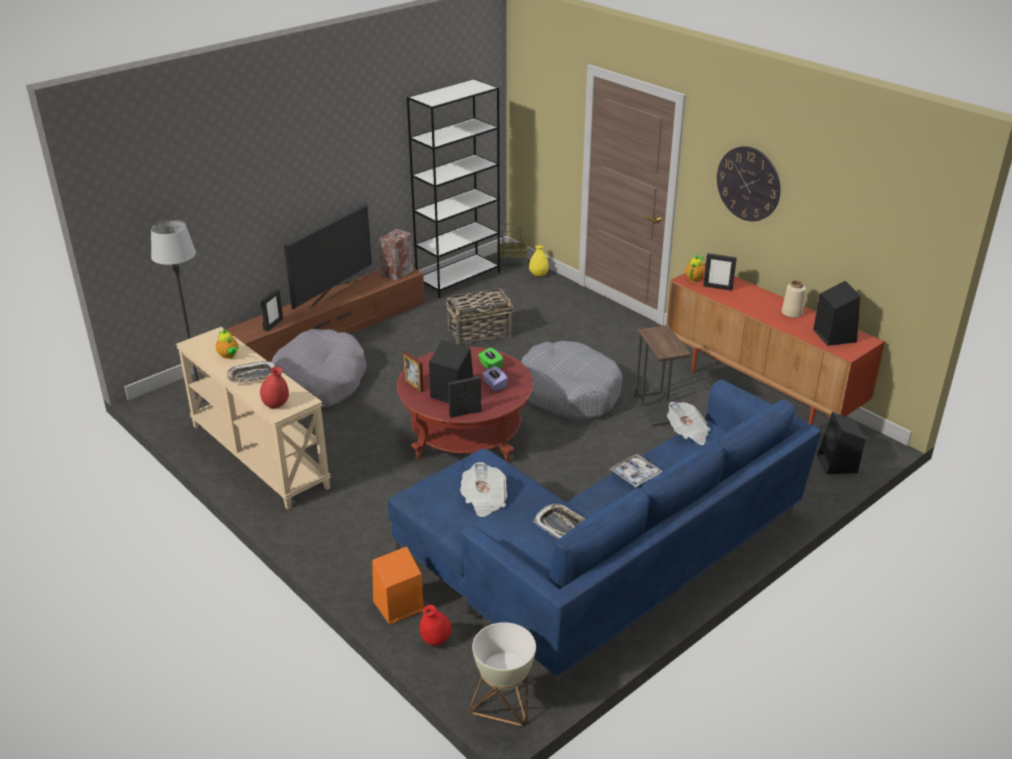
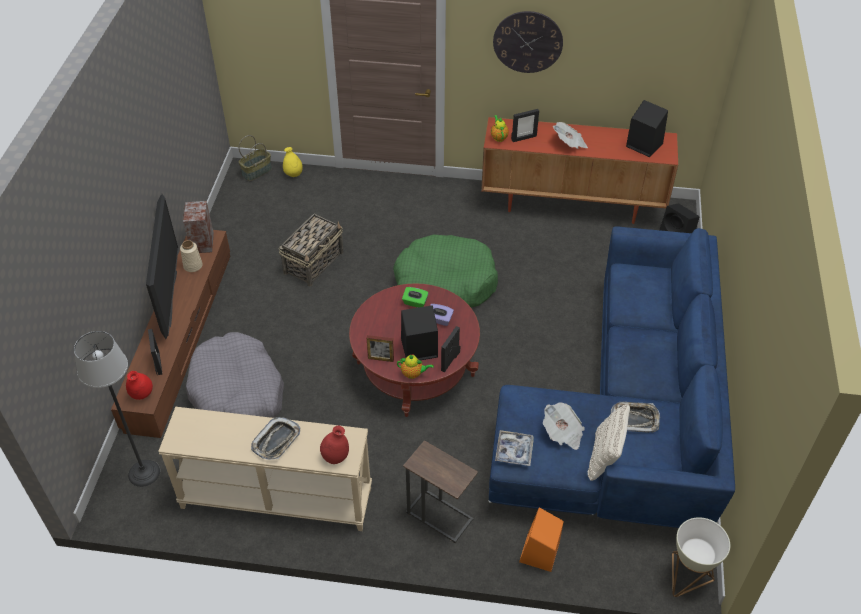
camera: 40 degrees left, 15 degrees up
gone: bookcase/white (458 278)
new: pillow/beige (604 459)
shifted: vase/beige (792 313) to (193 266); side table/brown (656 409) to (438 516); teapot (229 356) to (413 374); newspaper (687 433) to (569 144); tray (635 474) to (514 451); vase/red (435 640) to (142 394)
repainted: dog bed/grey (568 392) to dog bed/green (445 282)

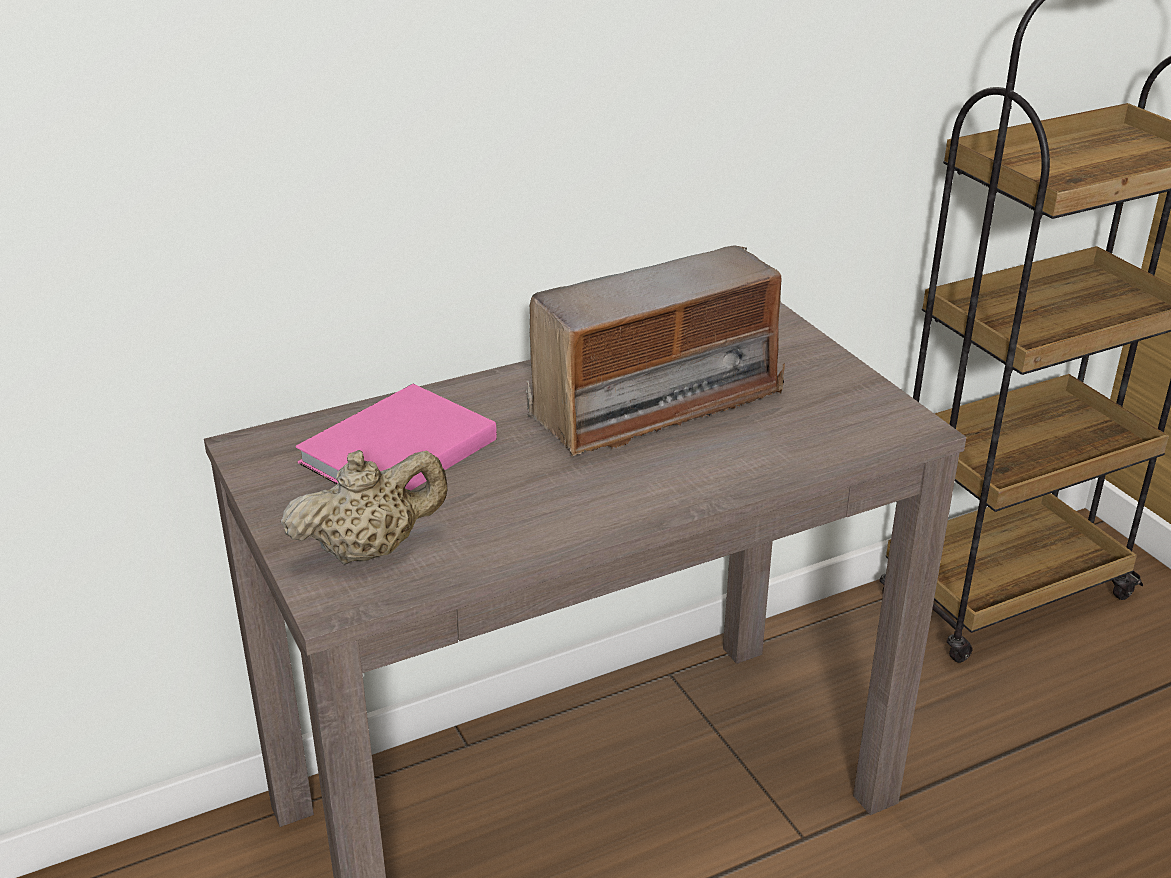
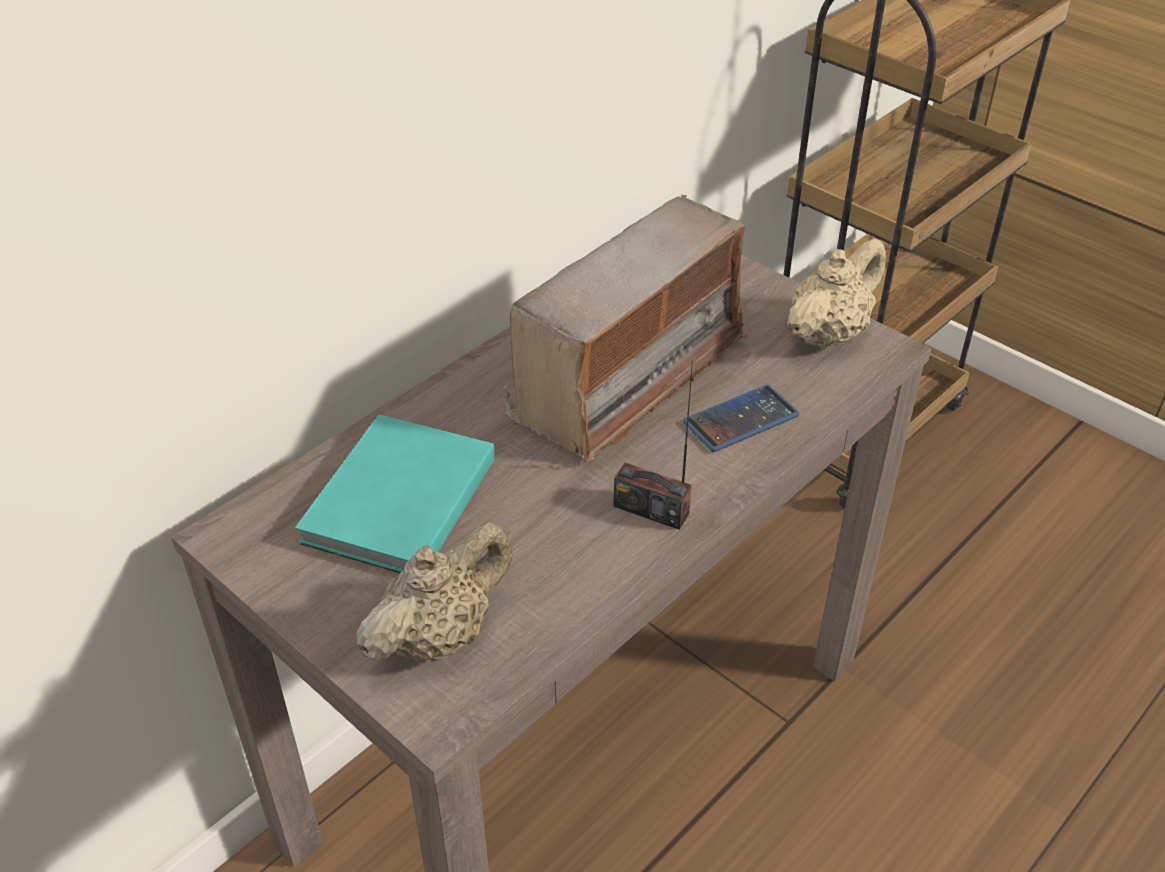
camera: 20 degrees left, 10 degrees up
new: teapot/beige (828 334); radio (651 509); phone (741 419)
repainted: book/pink (393 452) to book/turquoise (394 503)

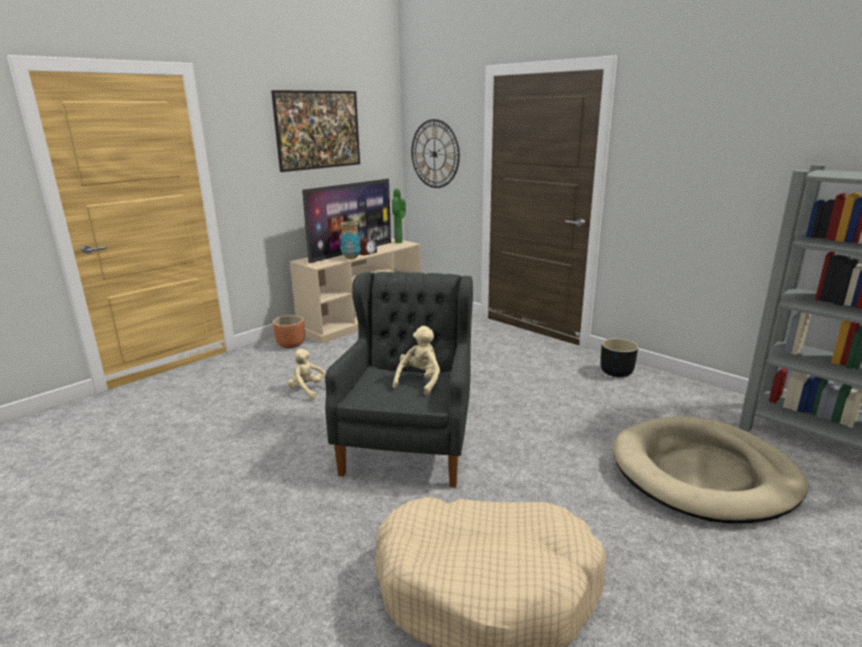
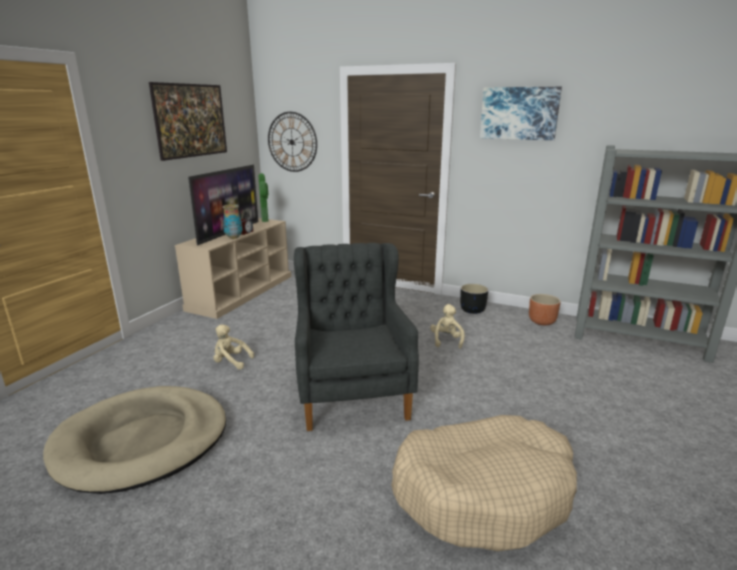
camera: 20 degrees left, 0 degrees up
new: picture (519 113)
shifted: planter/brown (290 345) to (541 322); plush toy/beige (419 381) to (446 340); dog bed/beige (703 474) to (142 441)

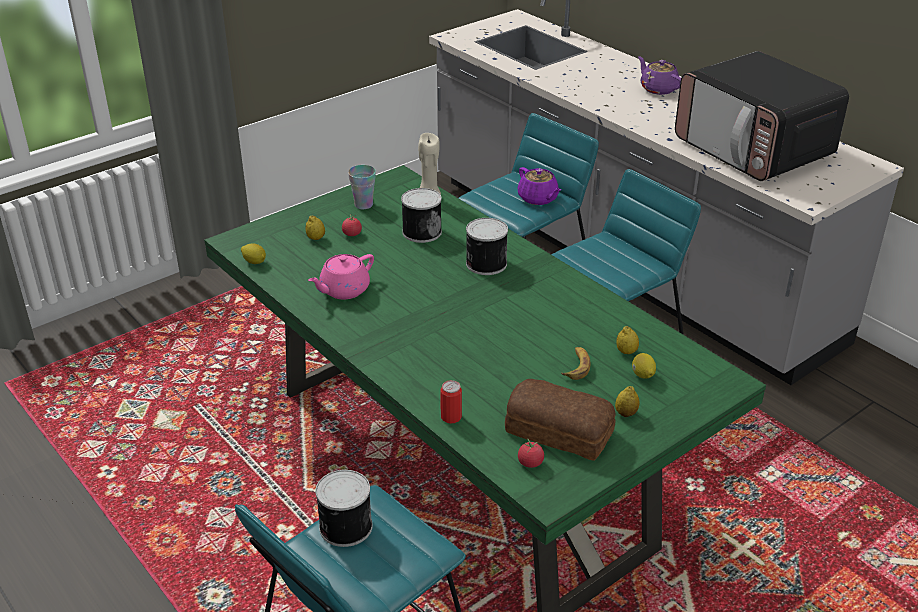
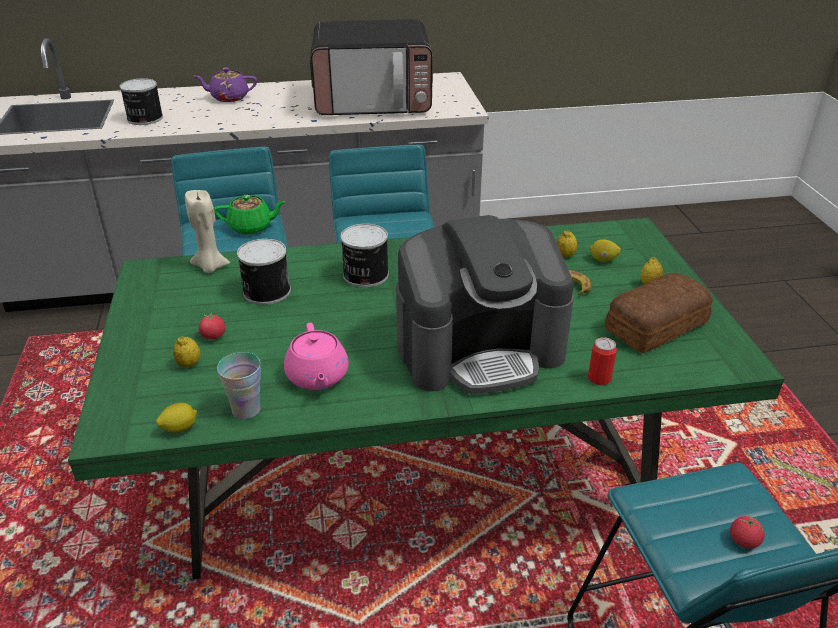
camera: 60 degrees left, 0 degrees up
new: coffee machine (480 349)
shifted: cup (363 205) to (246 410); tomato (530 463) to (744 541); can (344 526) to (144 119)
repainted: teapot/purple (538 198) to teapot/green (251 227)

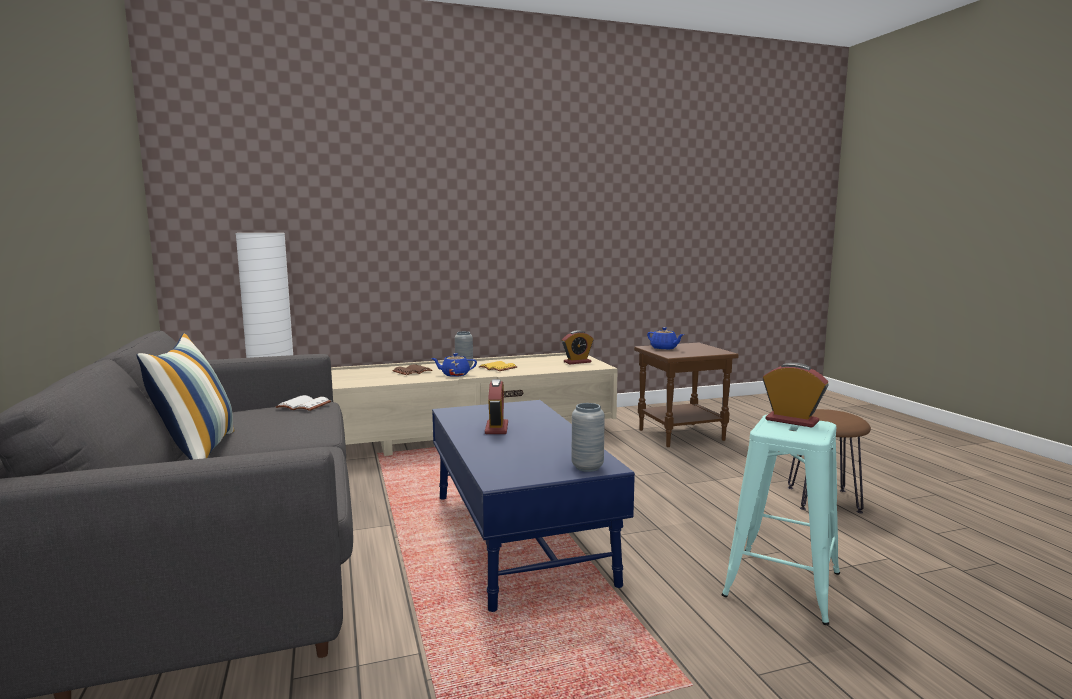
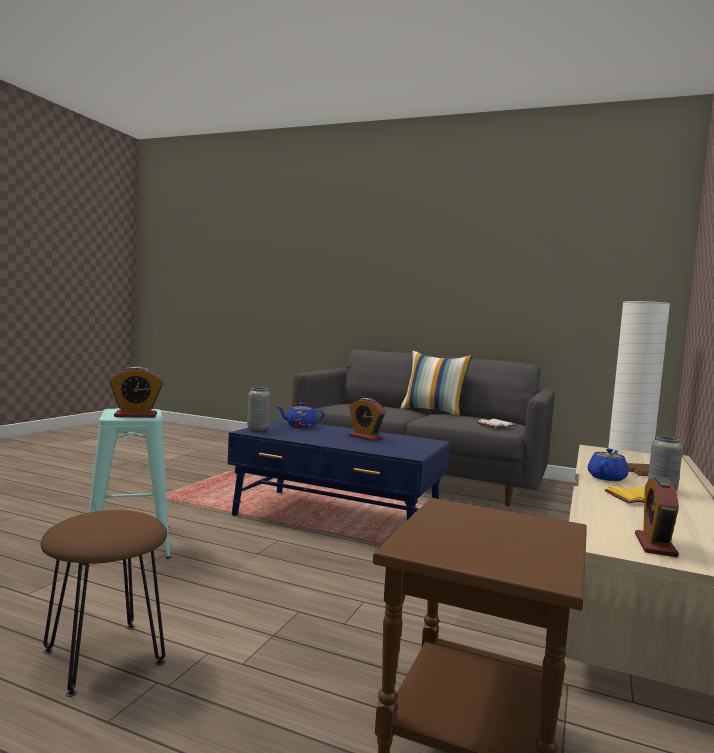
camera: 130 degrees right, 5 degrees down
shifted: teapot/blue (664 348) to (300 426)

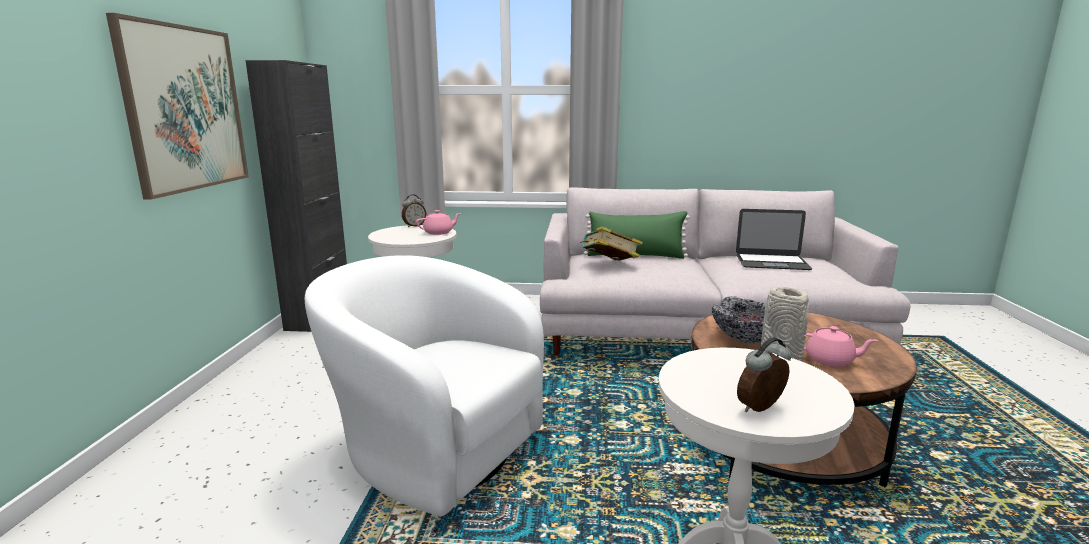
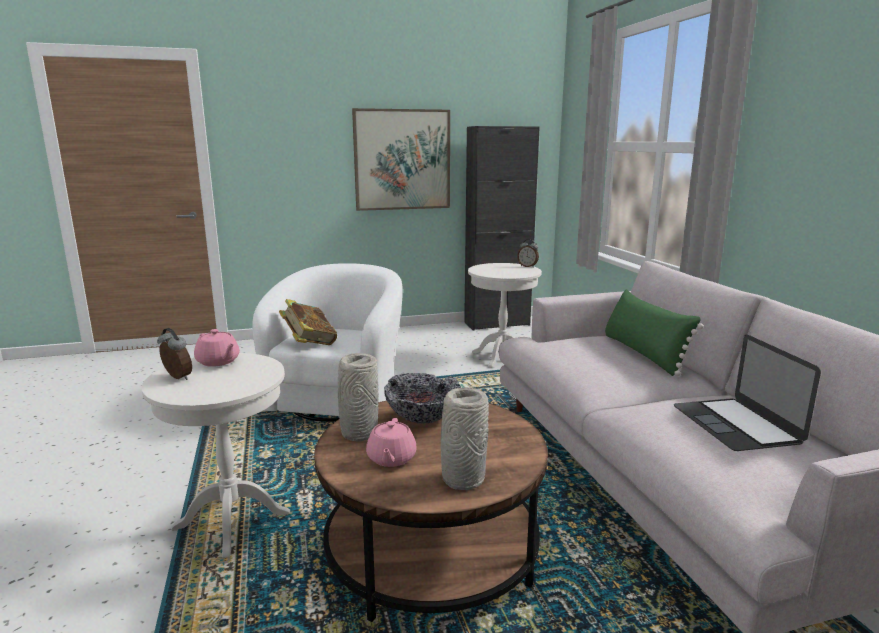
camera: 70 degrees right, 0 degrees up
new: vase/grey (462 479)
shifted: teapot/pink (439 232) to (218 362); book (609 265) to (309 343)

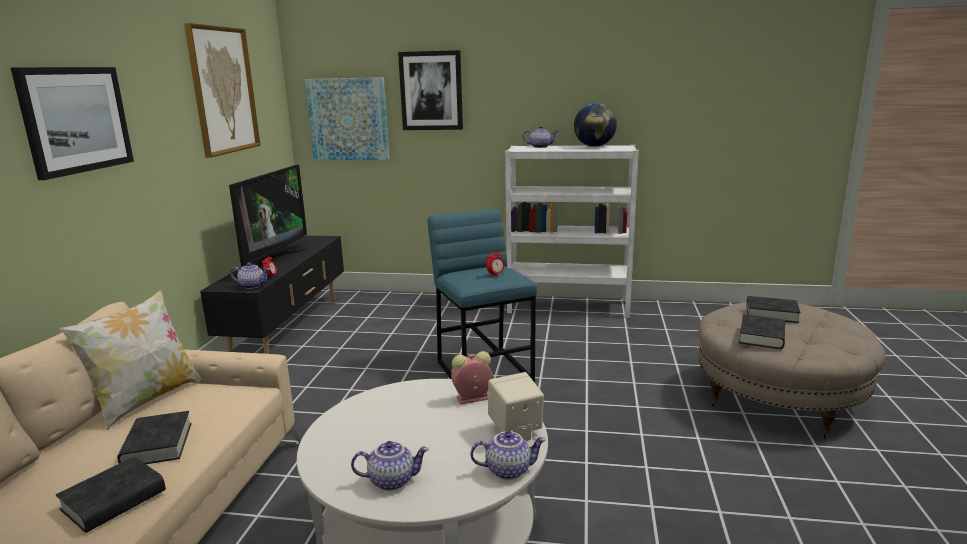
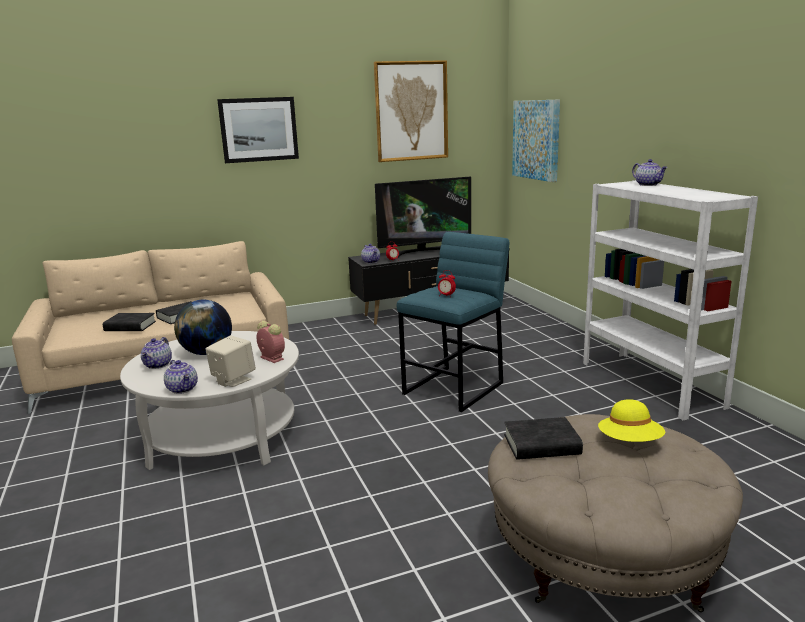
camera: 60 degrees right, 0 degrees up
gone: picture (431 91); pillow (146 400)
shifted: globe (594 146) to (207 353)
swapped: book/black (771 313) to hat/yellow (630 442)
rotated: teapot (392 480) = (158 365) 45 degrees clockwise

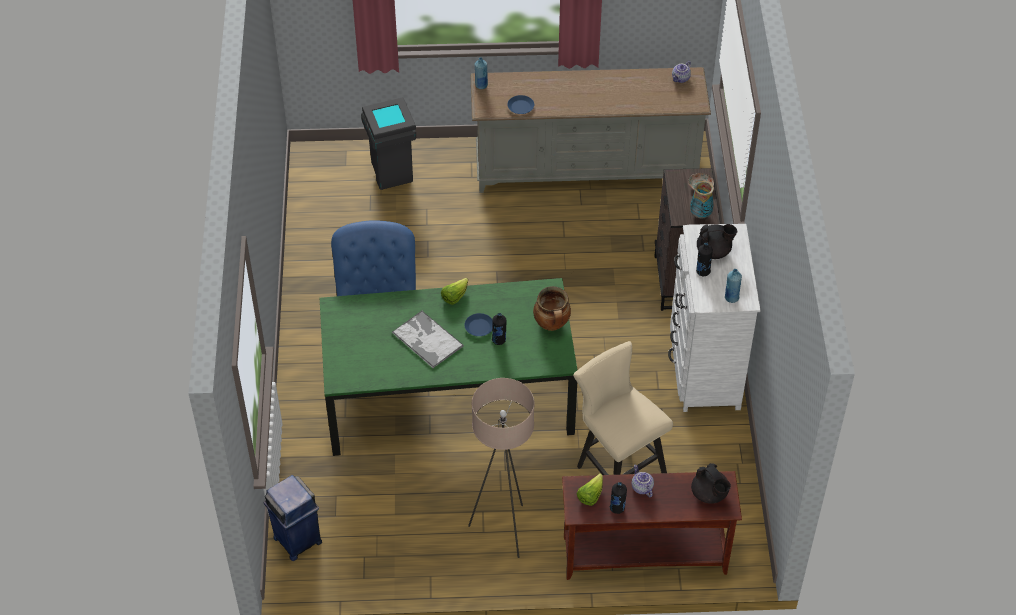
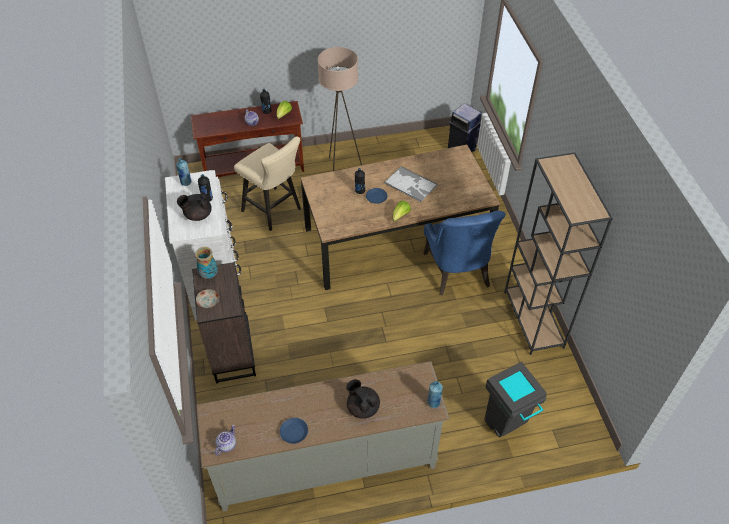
camera: 170 degrees right, 0 degrees up
gone: cooking pot (552 324)
new: bookcase (534 320)
shifted: plate/blue (520 107) to (294 432); teapot/black (709 494) to (362 407)
repainted: dining table/green (450 397) to dining table/brown (395 240)

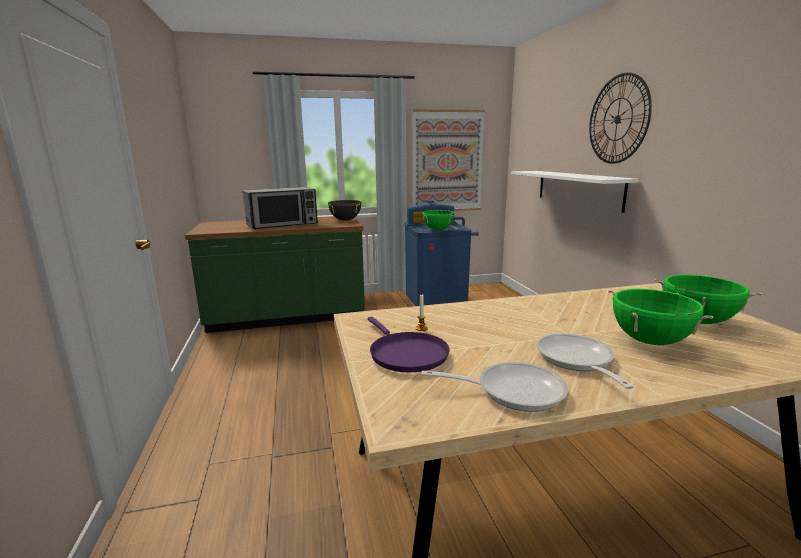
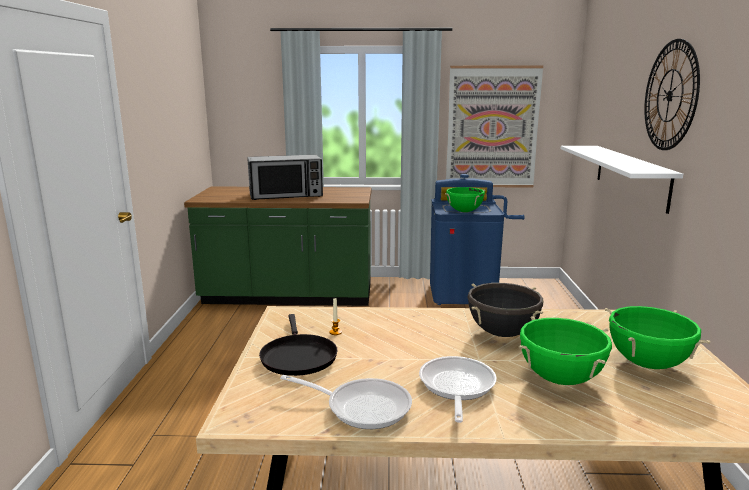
camera: 15 degrees right, 0 degrees up
shifted: cooking pot/black (345 220) to (502 333)
repainted: frying pan/purple (406 354) to frying pan/black (298 356)

